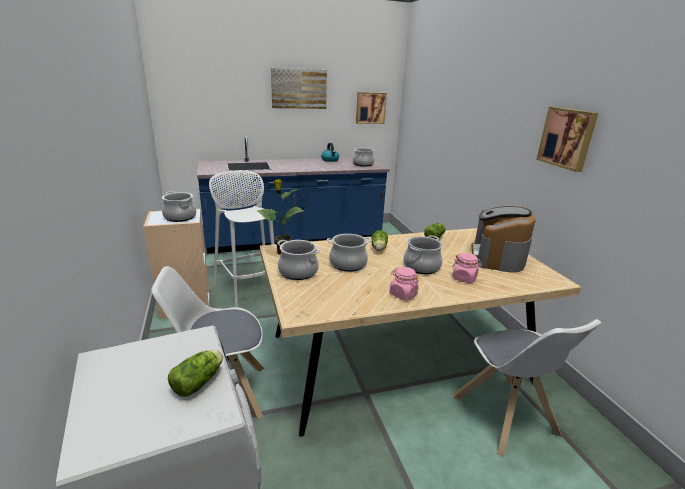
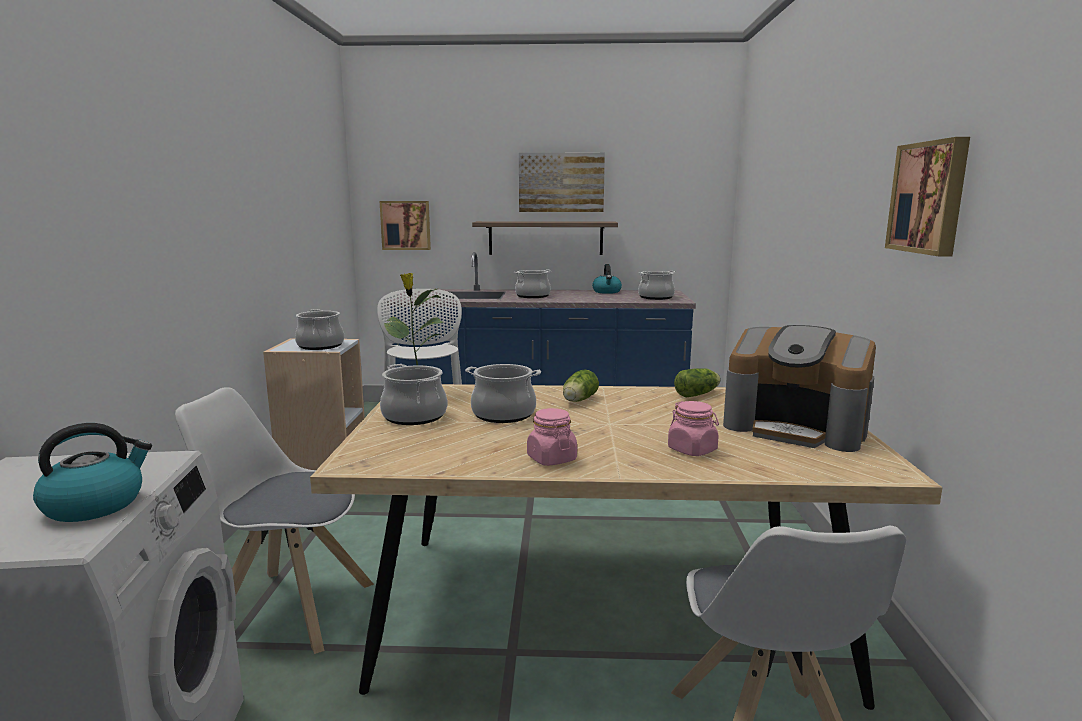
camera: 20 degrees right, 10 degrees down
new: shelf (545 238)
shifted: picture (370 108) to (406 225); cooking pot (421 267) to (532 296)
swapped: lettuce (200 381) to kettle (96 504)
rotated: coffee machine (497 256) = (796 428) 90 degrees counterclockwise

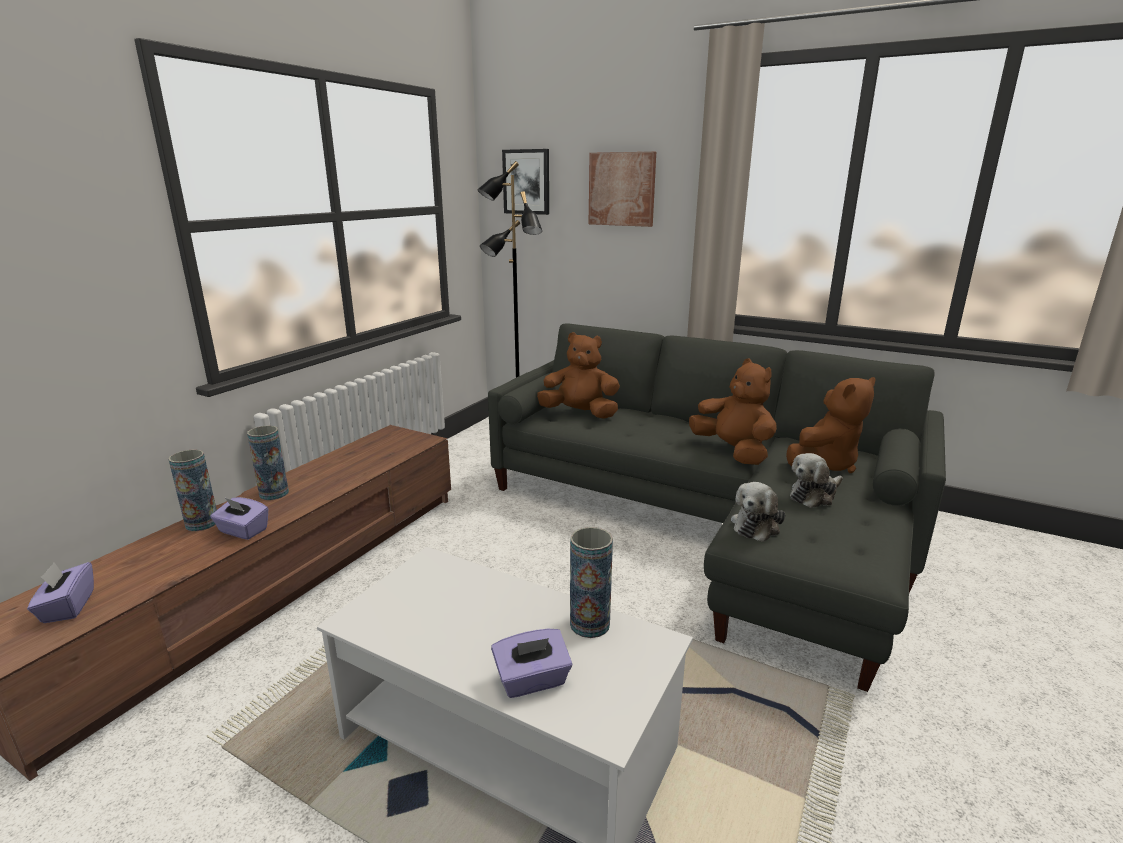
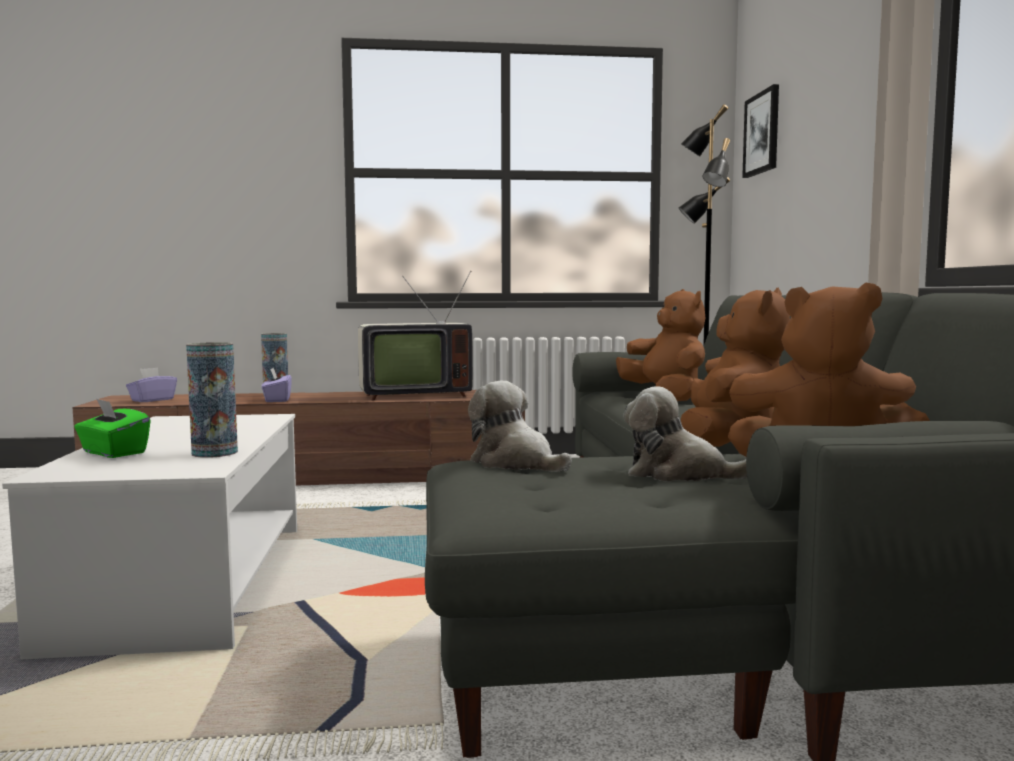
camera: 55 degrees right, 15 degrees down
gone: picture (622 189); vase (274 493)
new: television (412 395)
repainted: tissue box/purple (532 681) to tissue box/green (113 453)
rotated: plush toy (756 525) = (516 463) 45 degrees clockwise

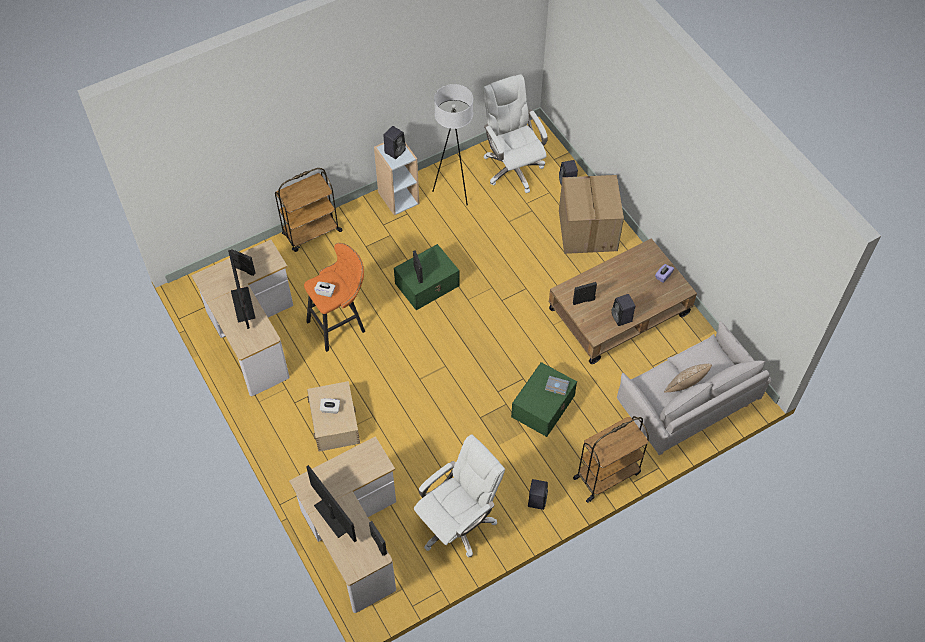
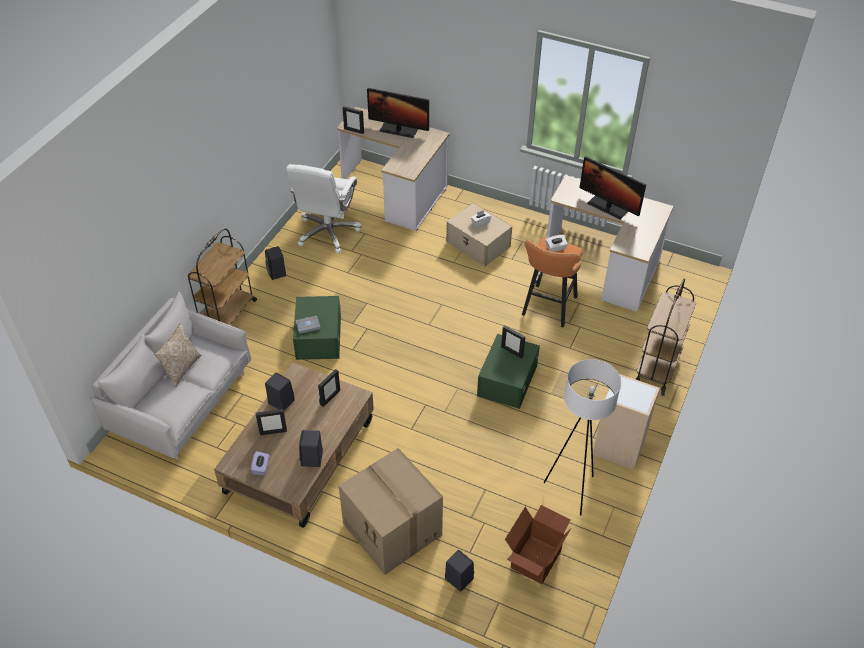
camera: 145 degrees right, 10 degrees down
shifted: speaker/black (395 151) to (312 459); picture frame (244 270) to (273 431)
swapped: office chair/white (513 168) to cardboard box (535 559)

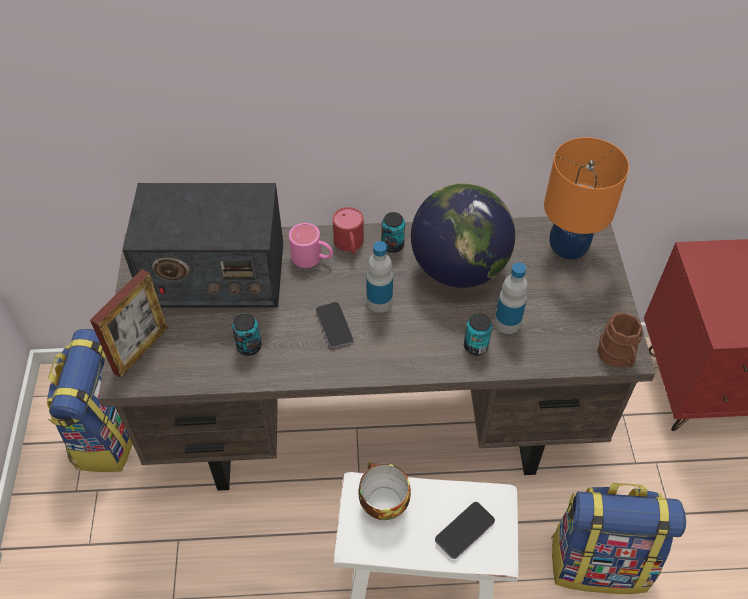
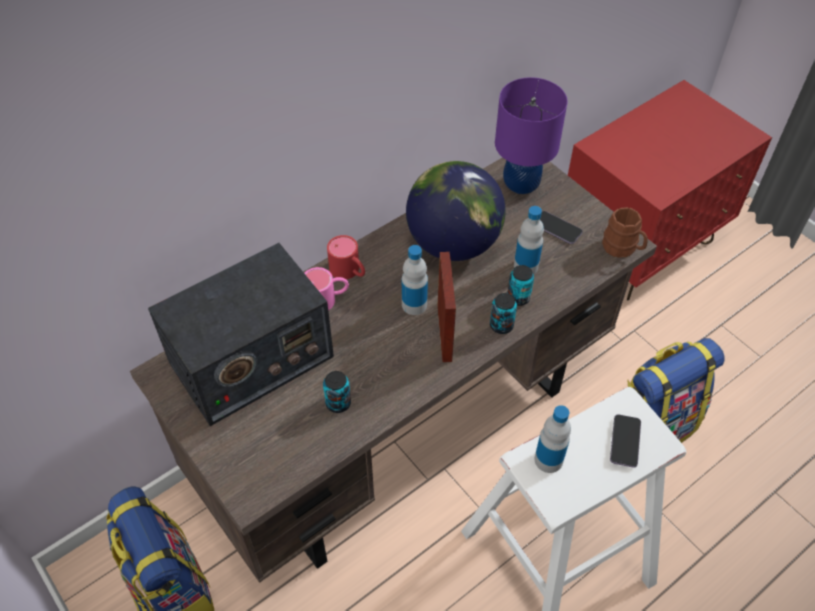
camera: 35 degrees left, 0 degrees up
shifted: can (392 245) to (501 325); picture frame (141 350) to (444 333); phone (334 326) to (557 228)
swapped: cup (381 501) to bottle (548 460)
repainted: table lamp/orange (569 249) to table lamp/purple (522 184)

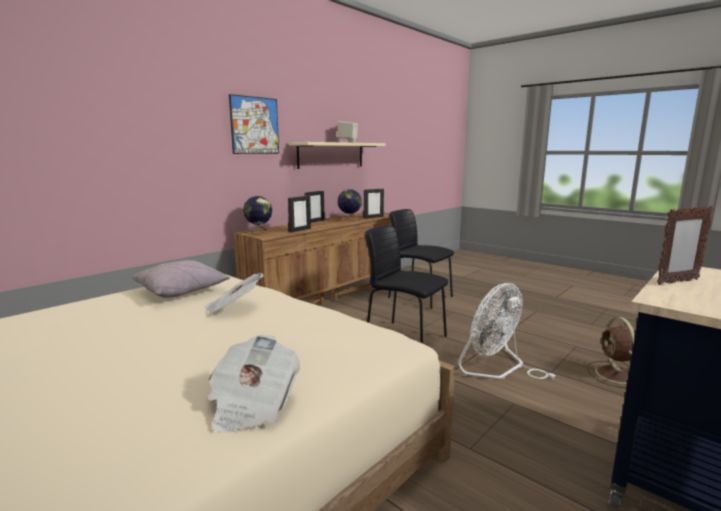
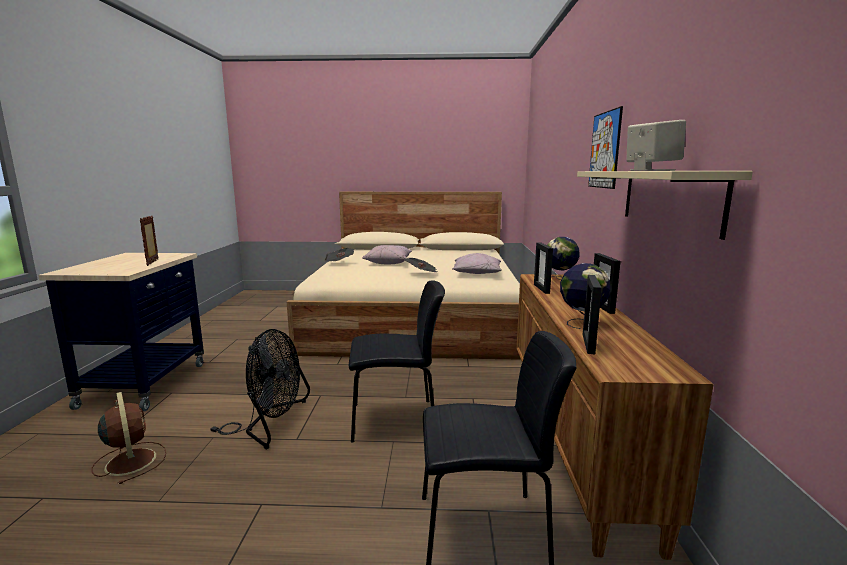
camera: 140 degrees right, 0 degrees up
new: pillow/purple (388 262)
repainted: fan/white (502 367) to fan/black (268 423)
rotated: picture frame (677 282) = (153 262) 45 degrees counterclockwise

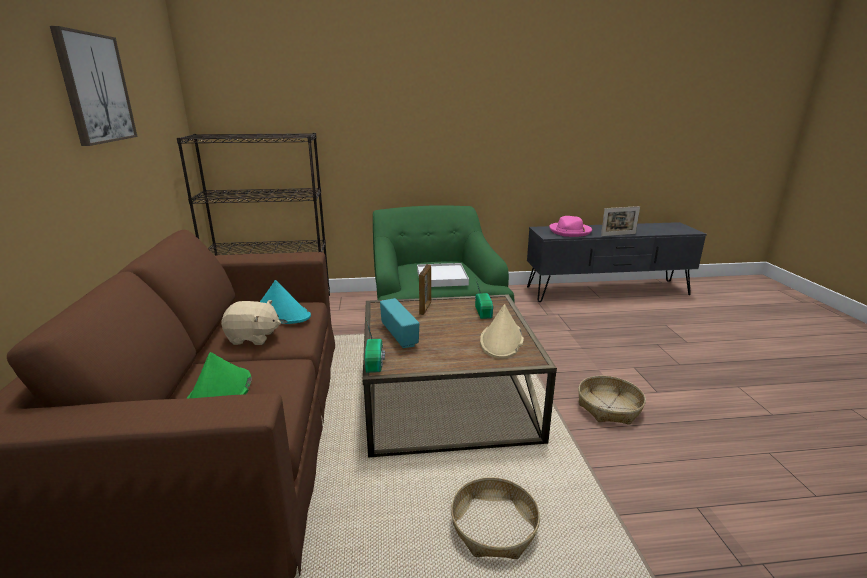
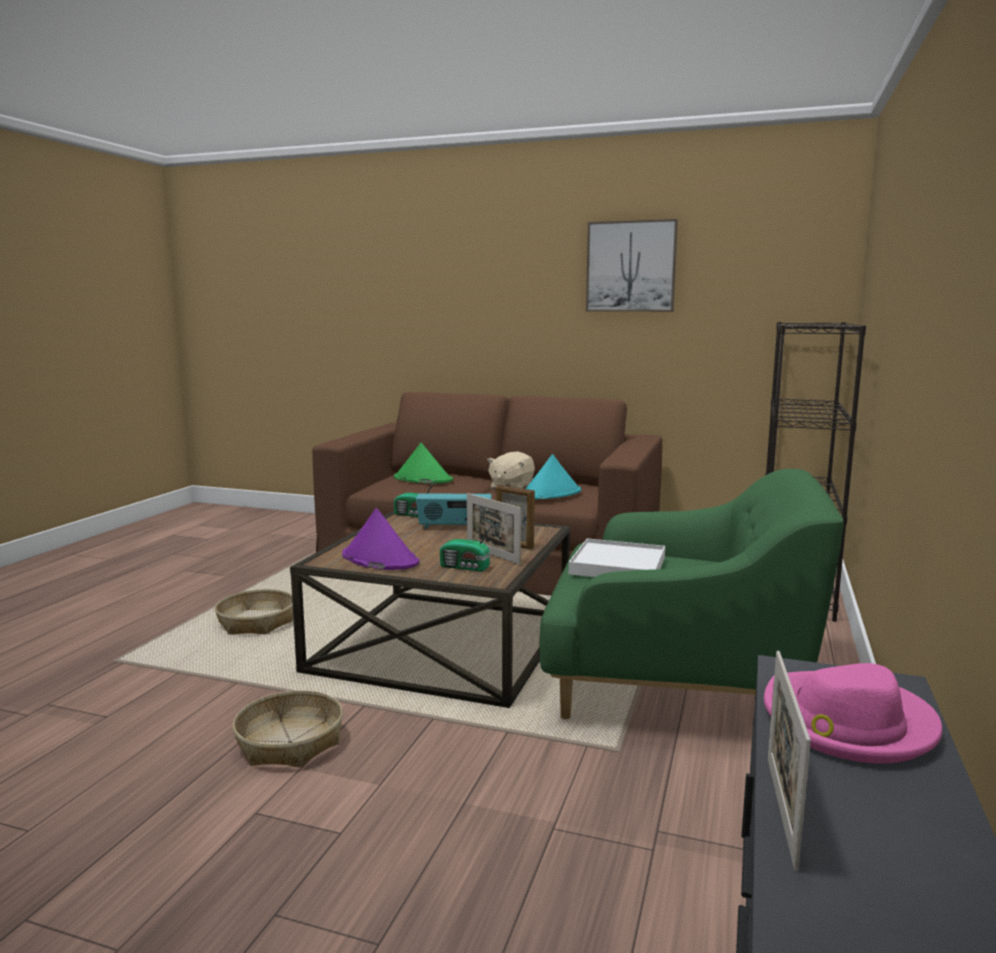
camera: 115 degrees right, 10 degrees down
new: picture frame (493 555)
repainted: hat/beige (501 341) to hat/purple (379 559)

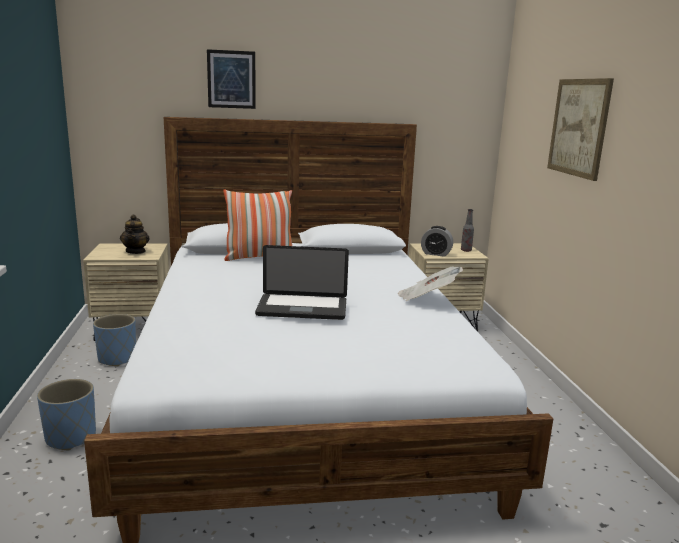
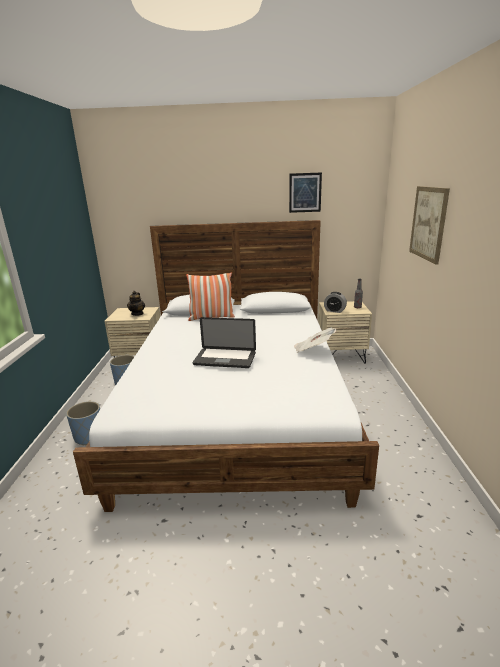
camera: 10 degrees right, 5 degrees up
shifted: picture (231 79) to (305 192)

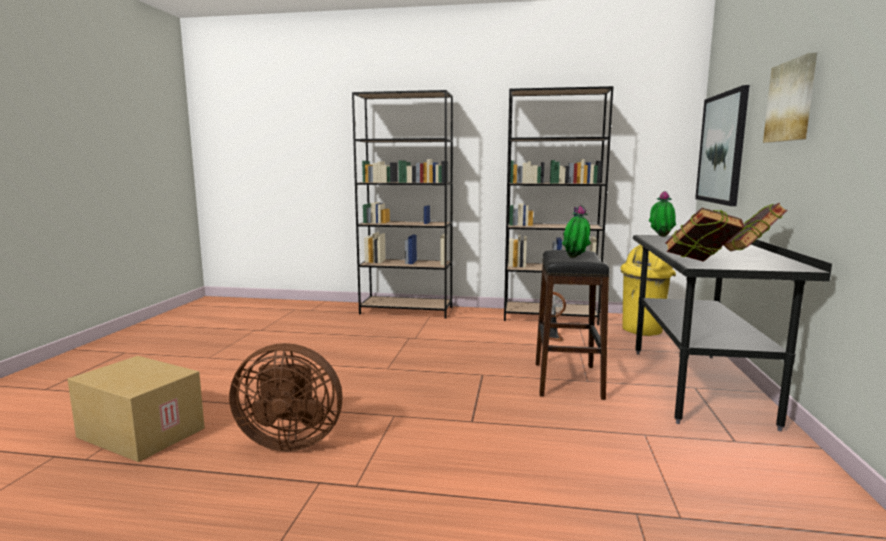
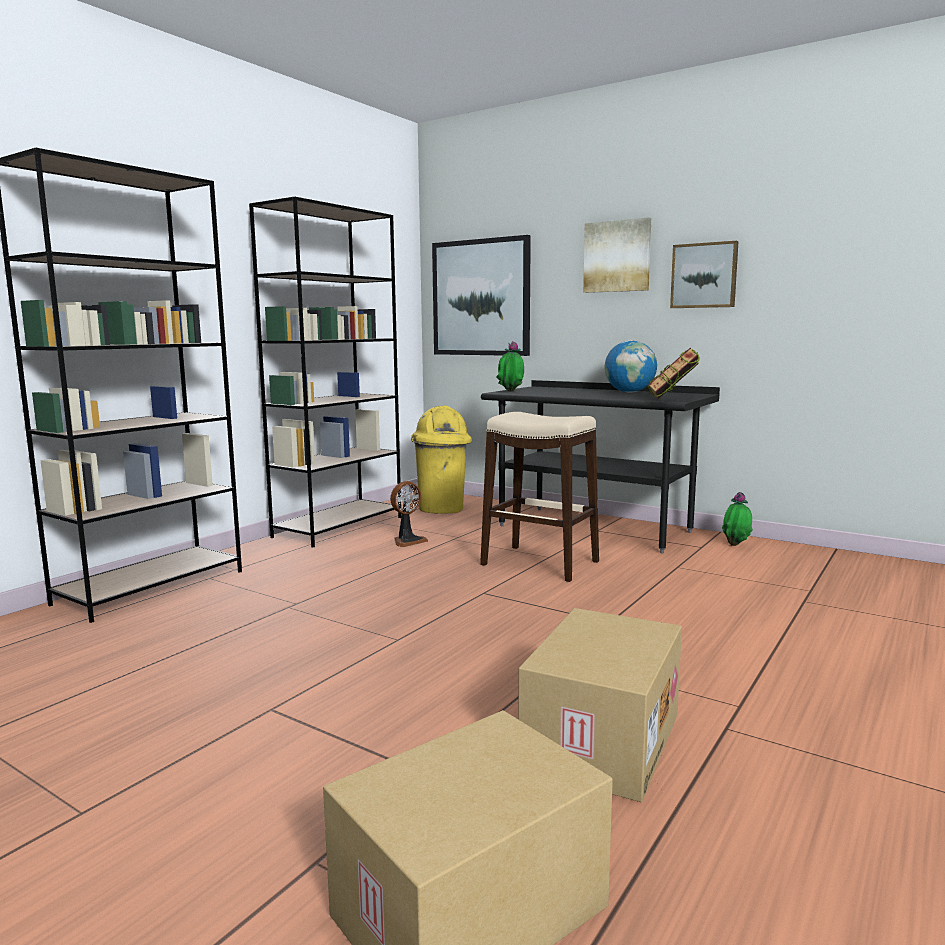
camera: 65 degrees left, 0 degrees up
new: picture (704 275)
shifted: potted plant (575 258) to (736 545)
swapped: book (751 253) to globe (629 392); fan/brown (290 441) to cardboard box (600 739)
repainted: stool/black (567 380) to stool/beige (539 563)

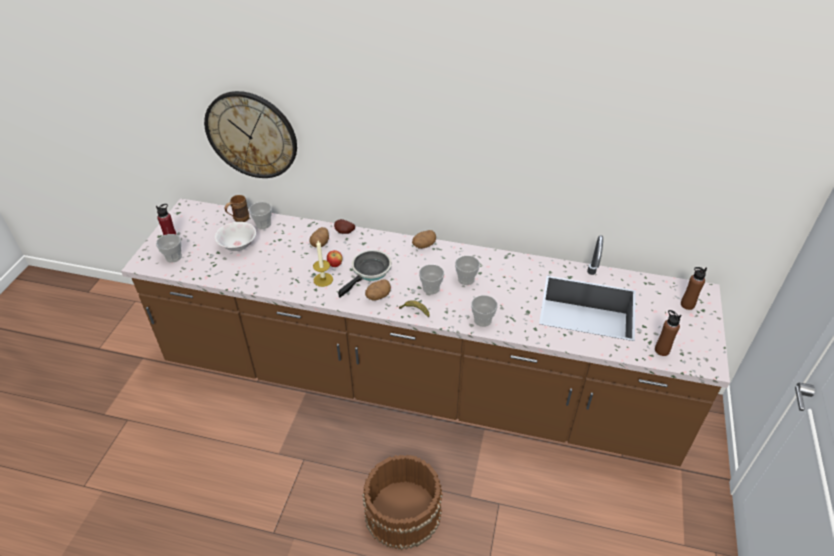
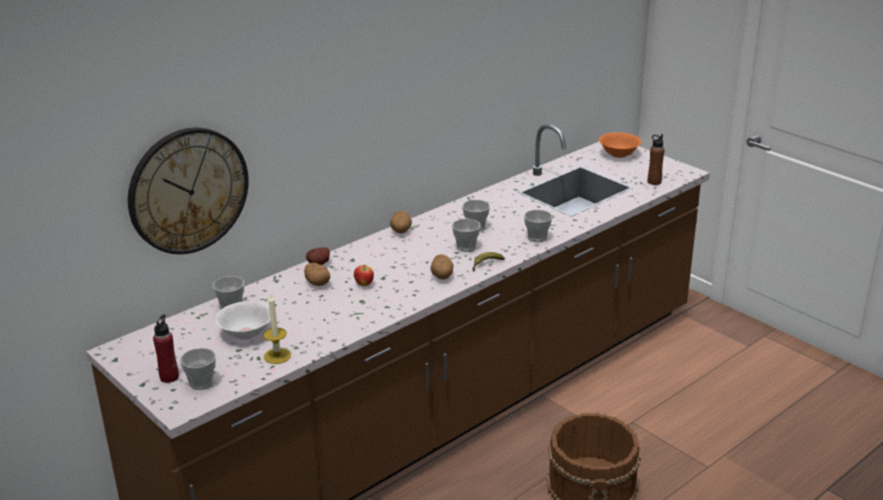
camera: 55 degrees left, 15 degrees down
gone: mug/brown (238 220); frying pan (369 272)
shifted: candle (323 279) to (277 356)
swapped: bottle/brown (687 304) to bowl/orange (619 154)

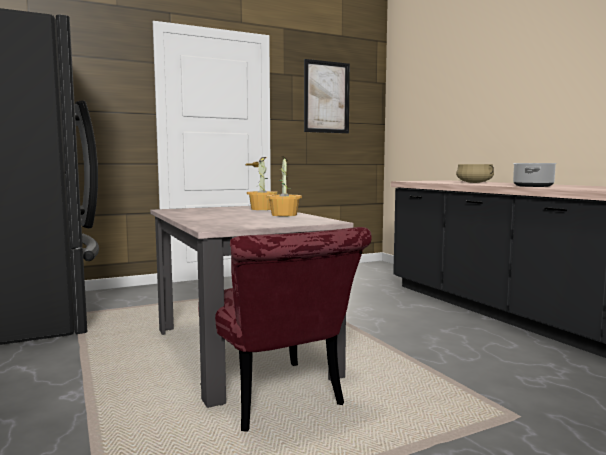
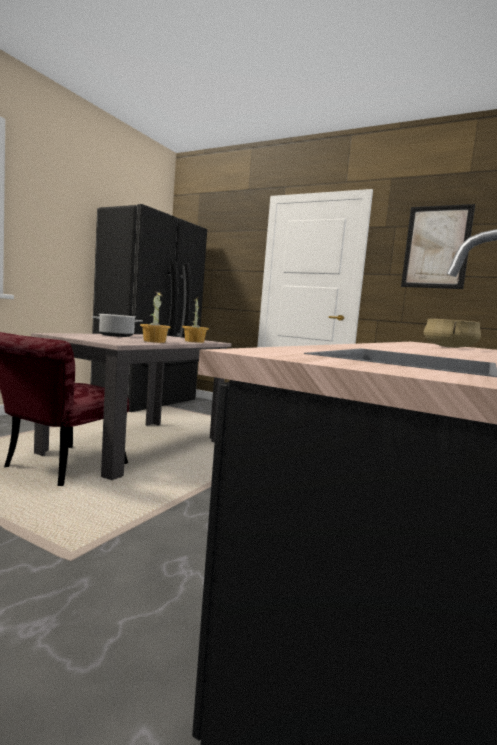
camera: 55 degrees right, 0 degrees up
shifted: cooking pot (533 186) to (116 335)

